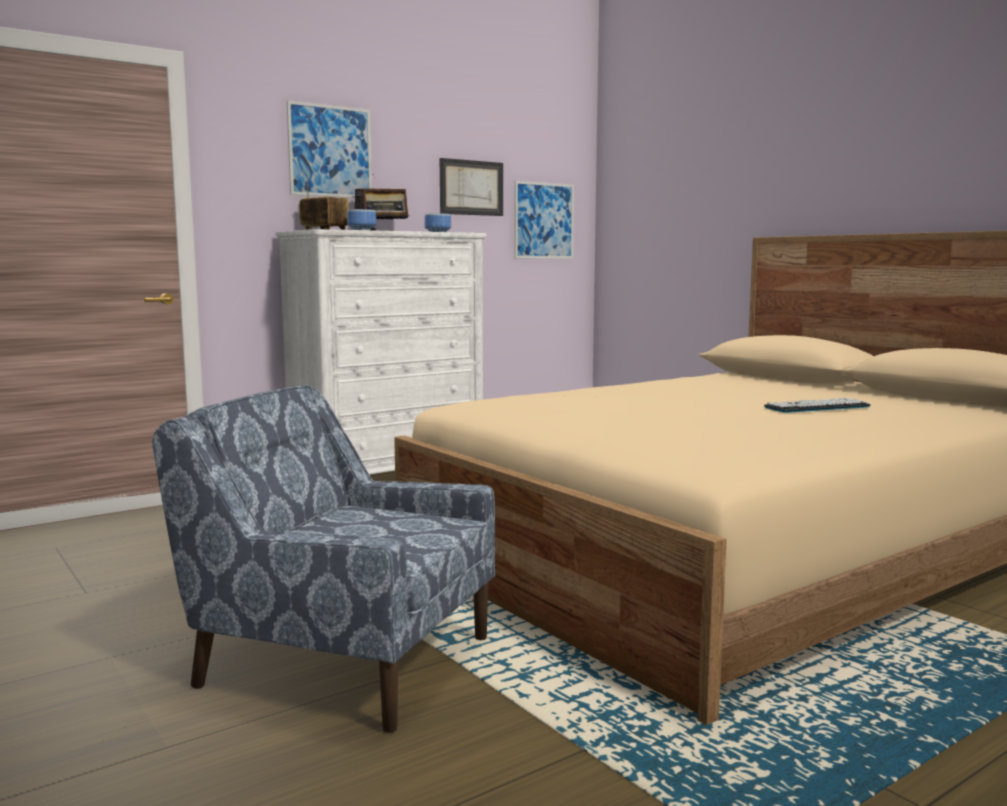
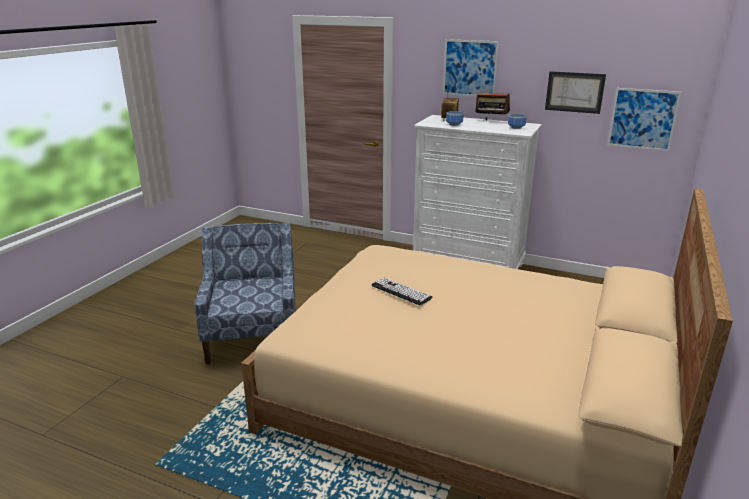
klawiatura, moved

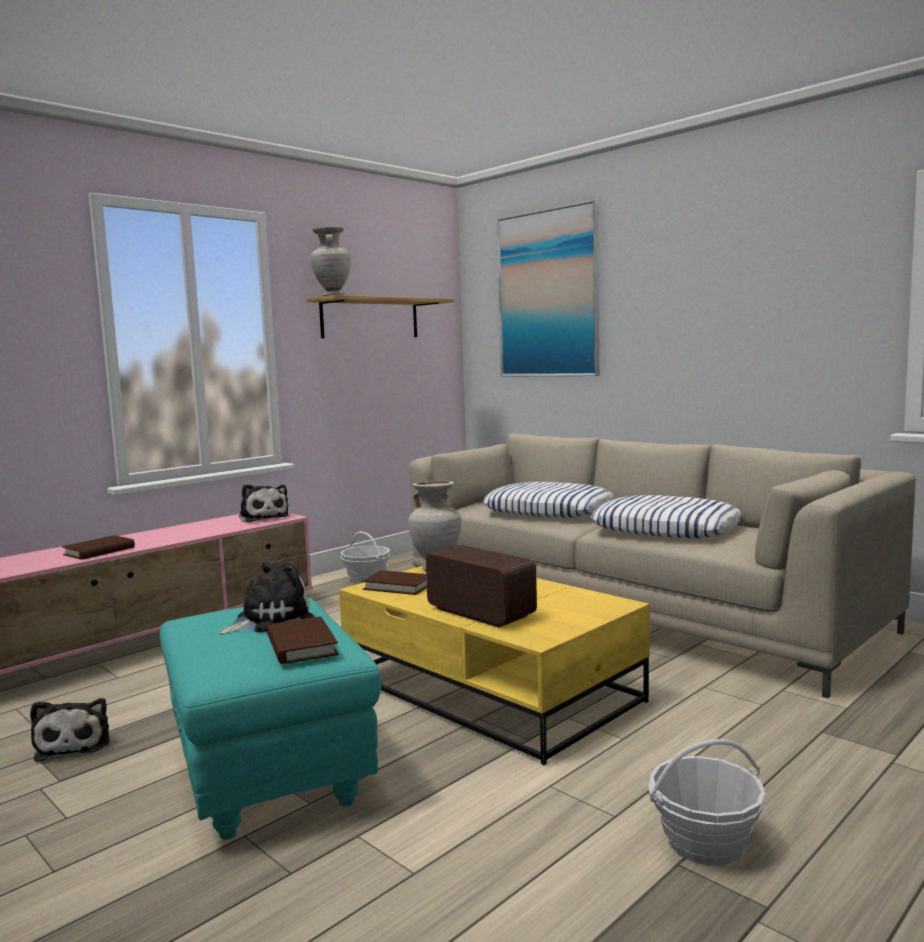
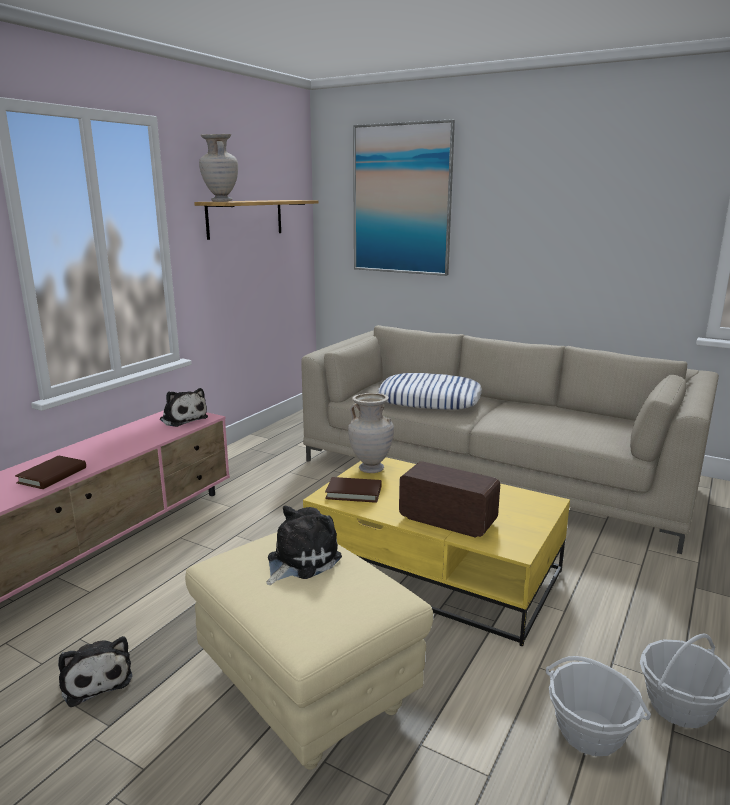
poduszka (2nd from left) → -
koszyk (1st from left), moved
pufa/turkusowy → pufa/beżowy
książka/brązowy (2nd from left) → -

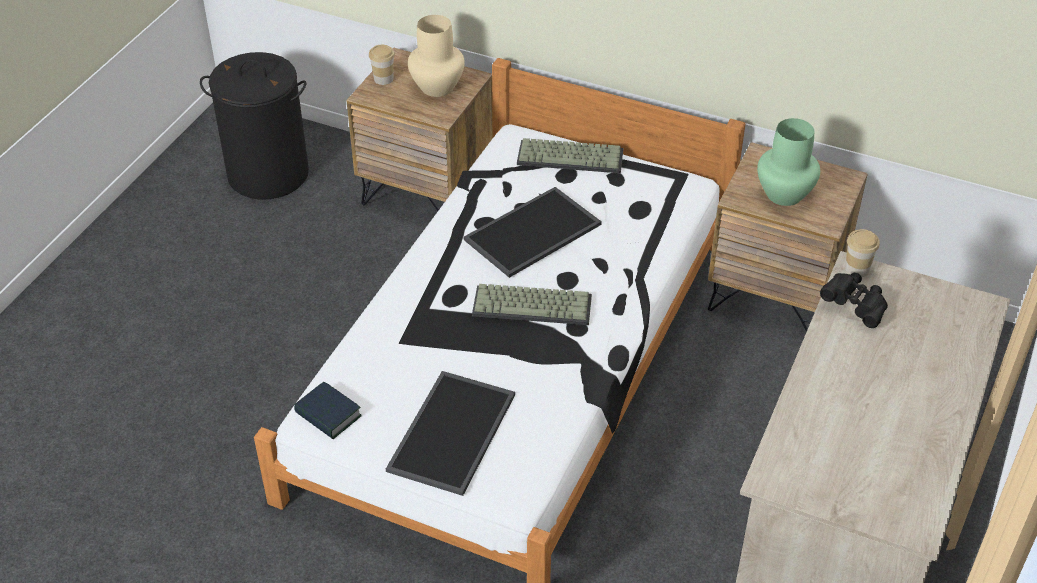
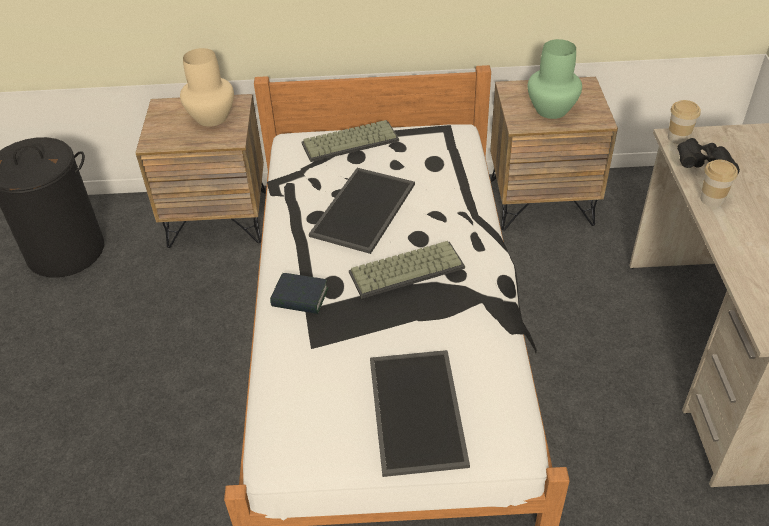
filiżanka (1st from left in the first image) → filiżanka (2nd from left), moved
książka, moved

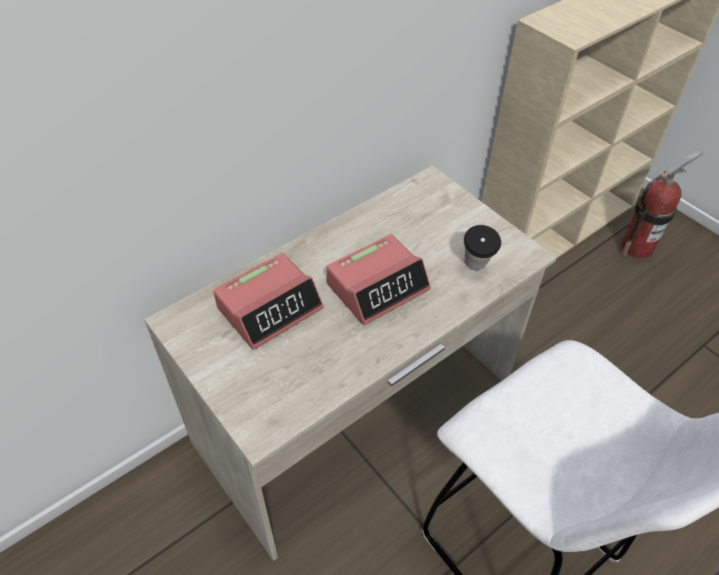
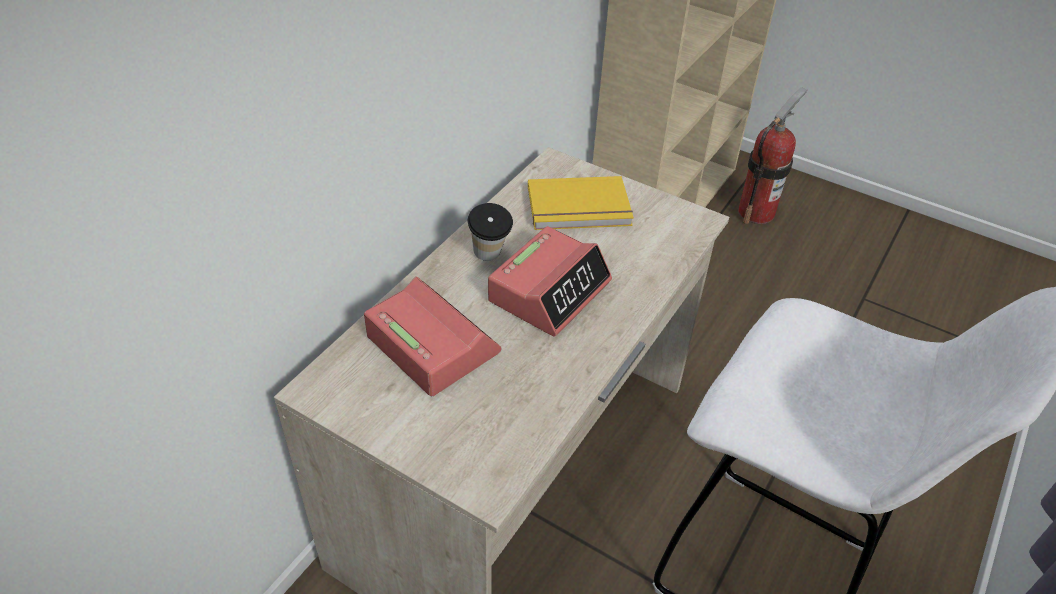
filiżanka, moved
budzik (1st from left), 75 degrees counterclockwise
- → książka/żółty

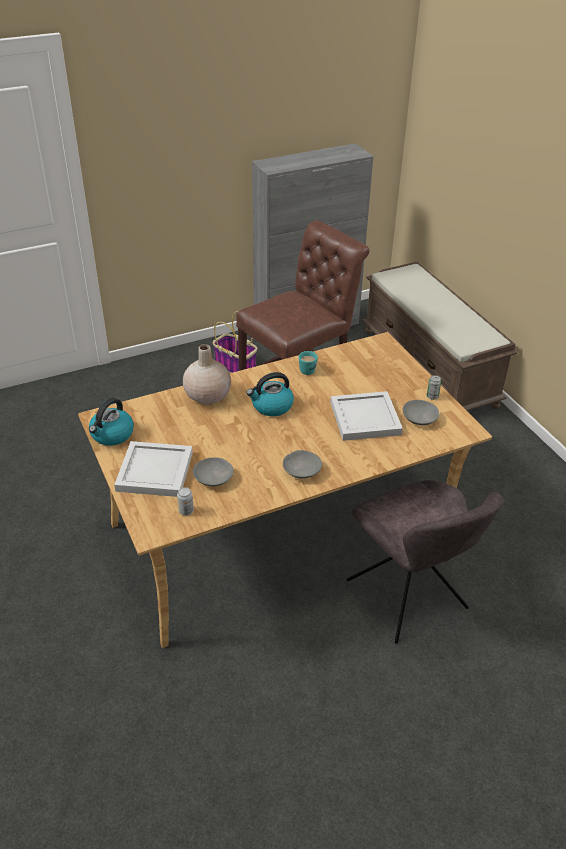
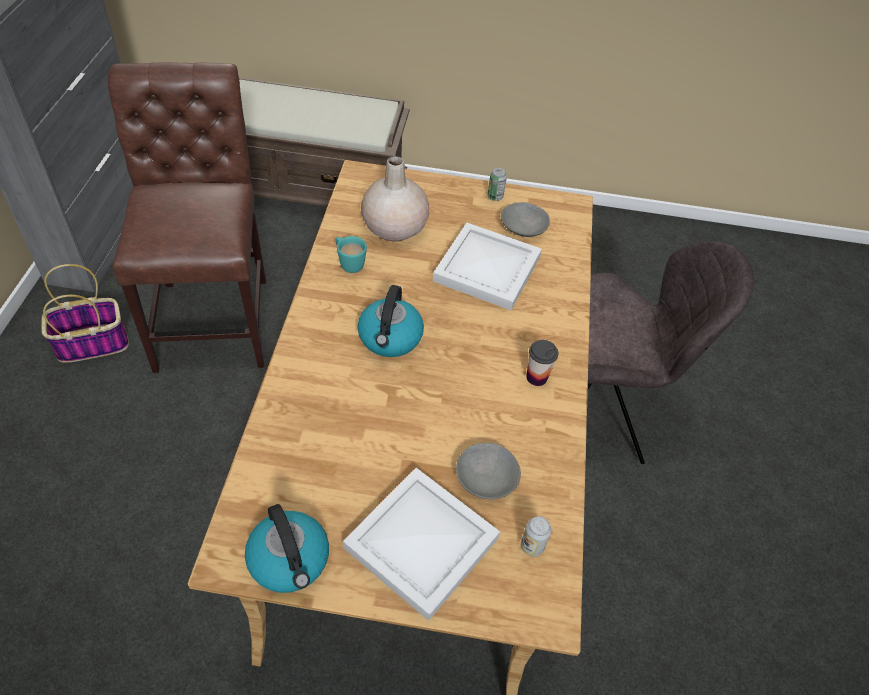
wazon/beżowy, moved
miska/szary (2nd from left) → filiżanka

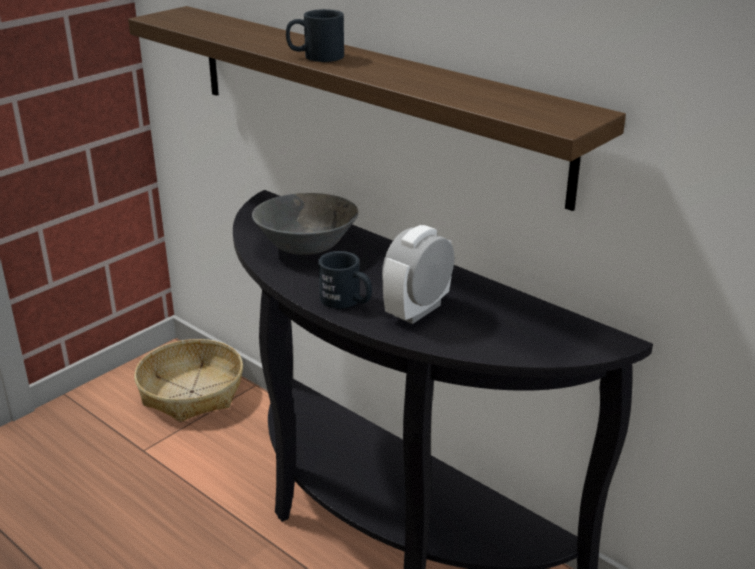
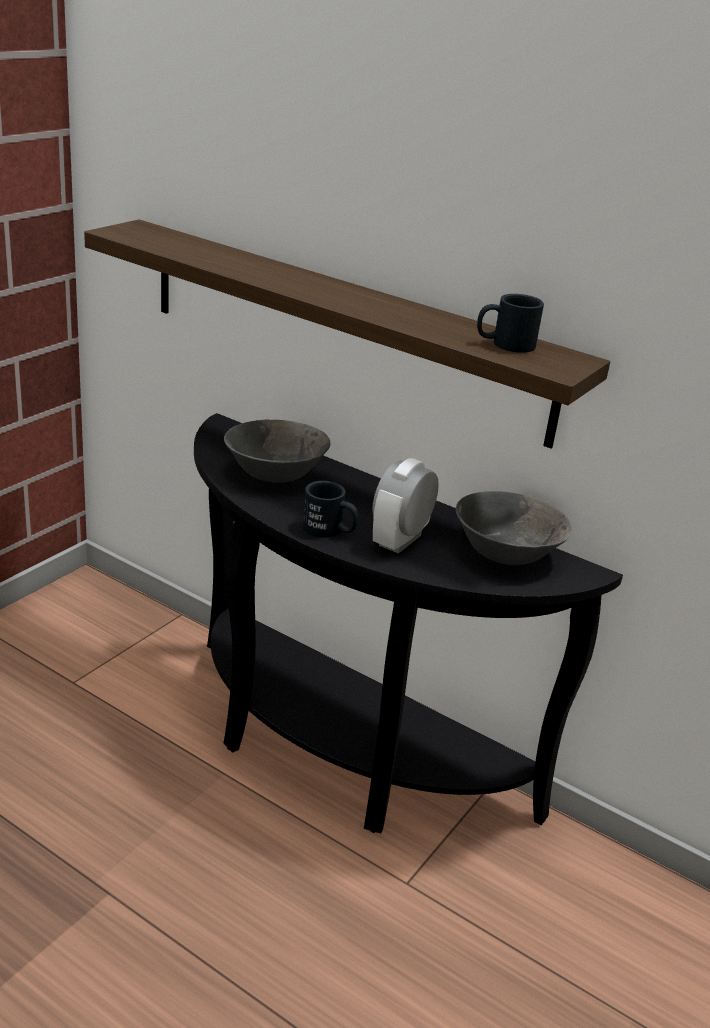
kubek/czarny (1st from left in the first image) → kubek/czarny (2nd from left), moved
koszyk → -
- → miska/szary (2nd from left)

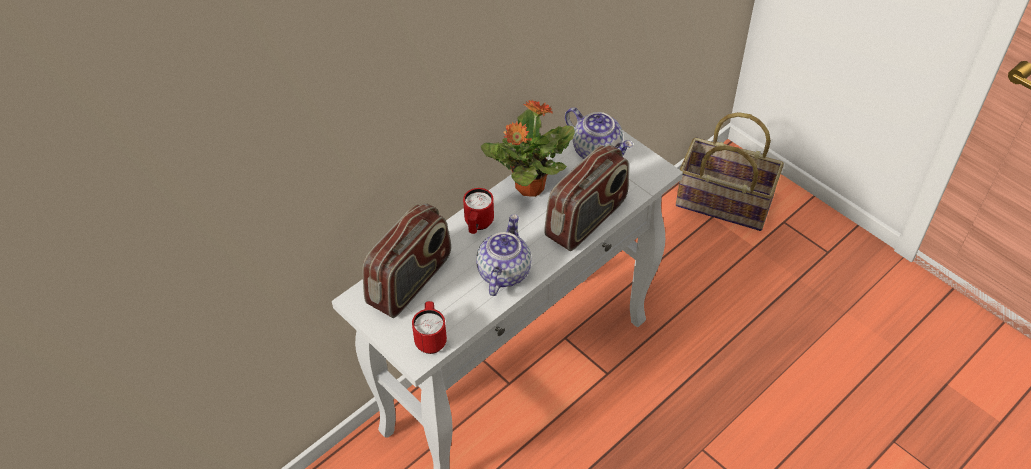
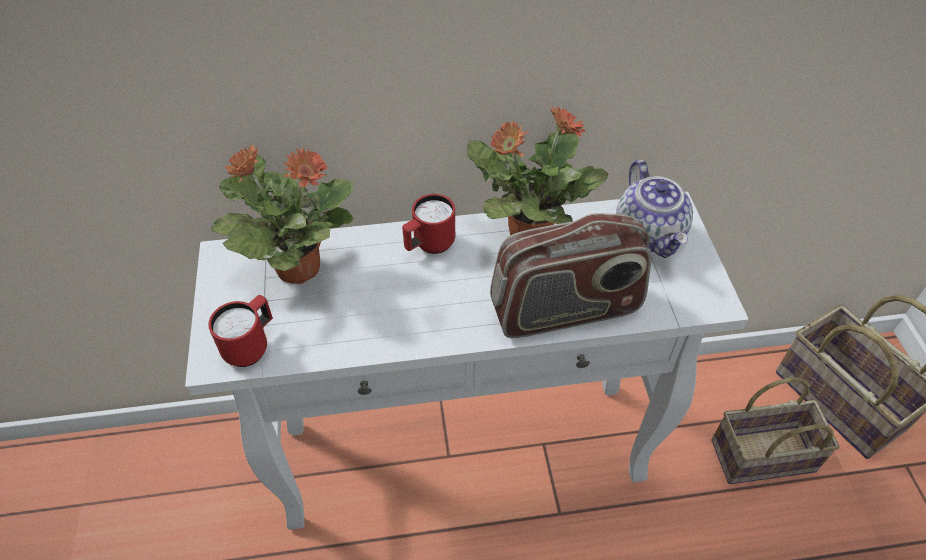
radio (1st from left) → roślina doniczkowa (1st from left)
imbryk (1st from left) → -
- → koszyk (1st from left)

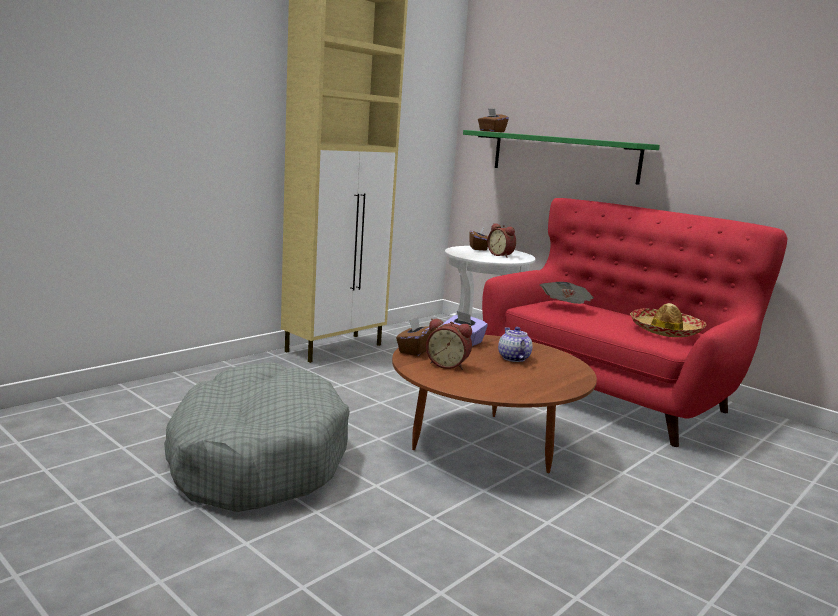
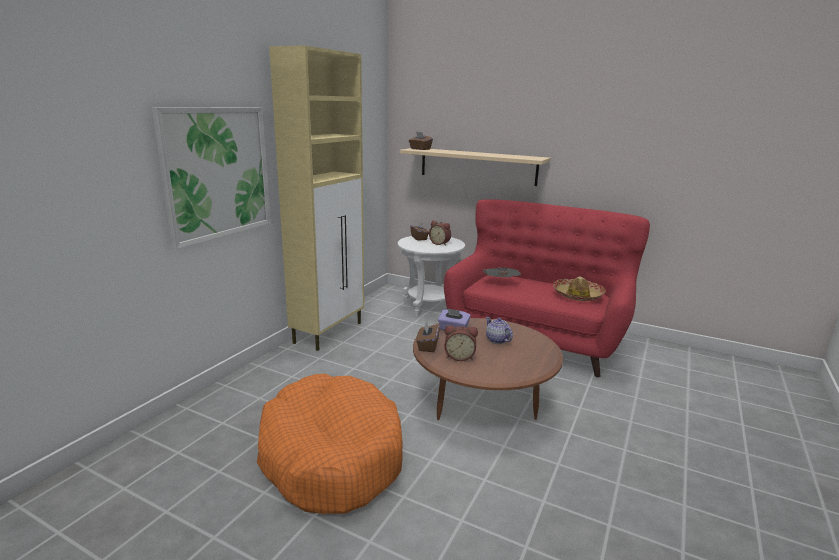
półka/zielony → półka/beżowy
legowisko/szary → legowisko/pomarańczowy
- → obraz

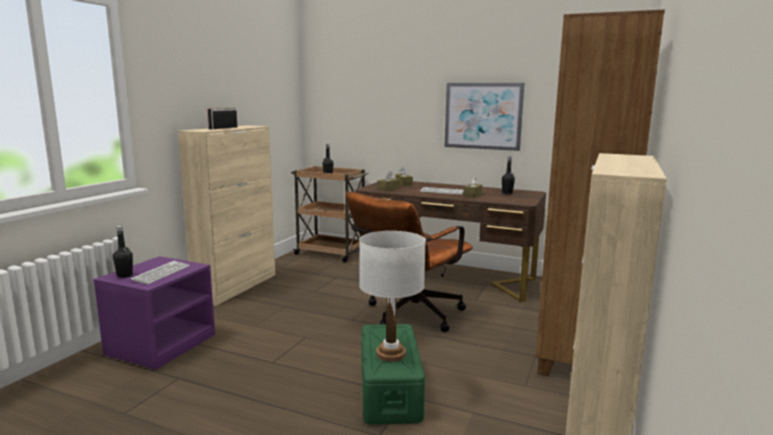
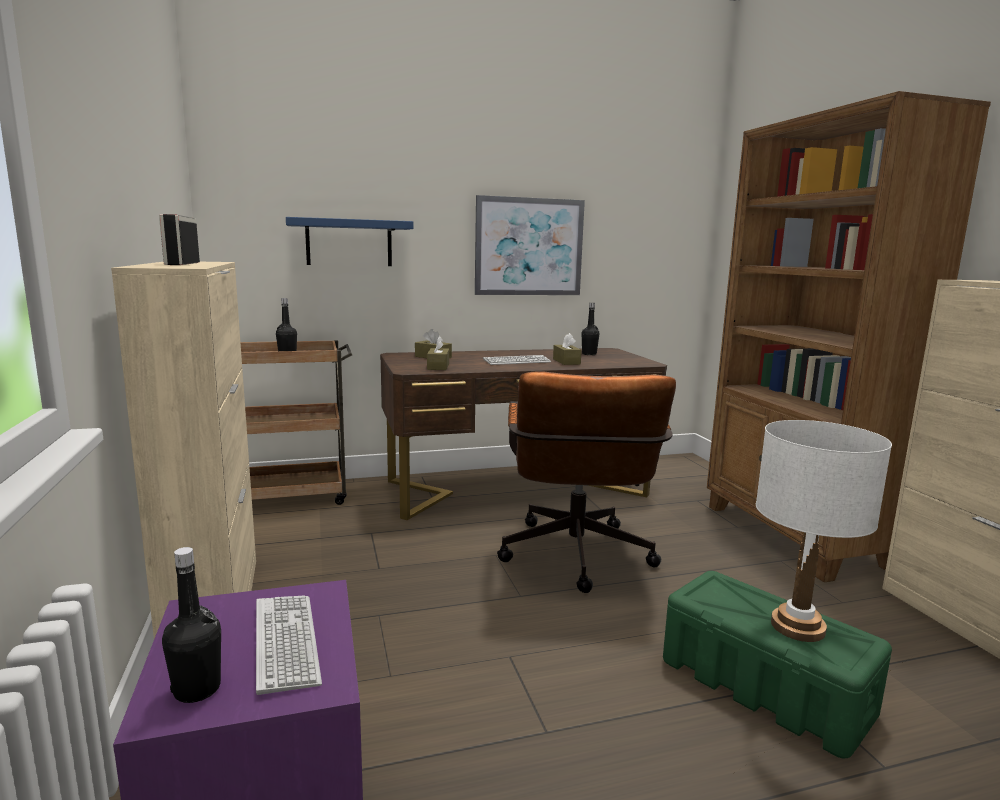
- → półka/niebieski

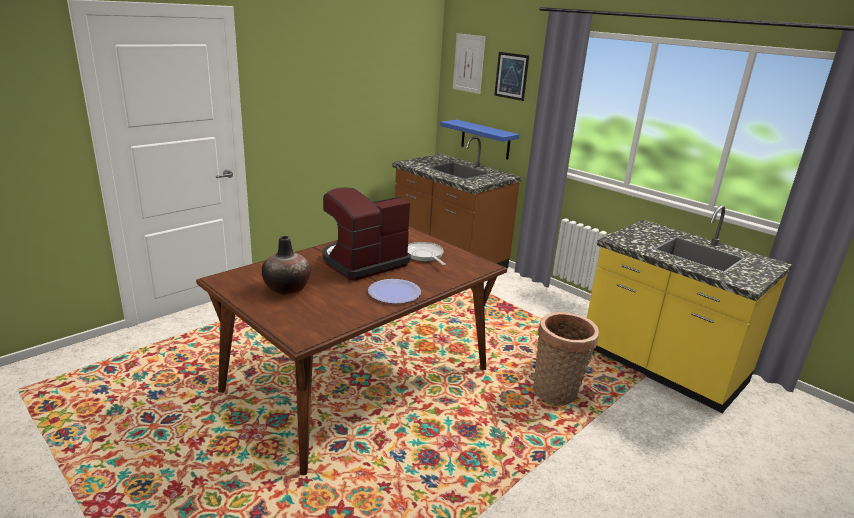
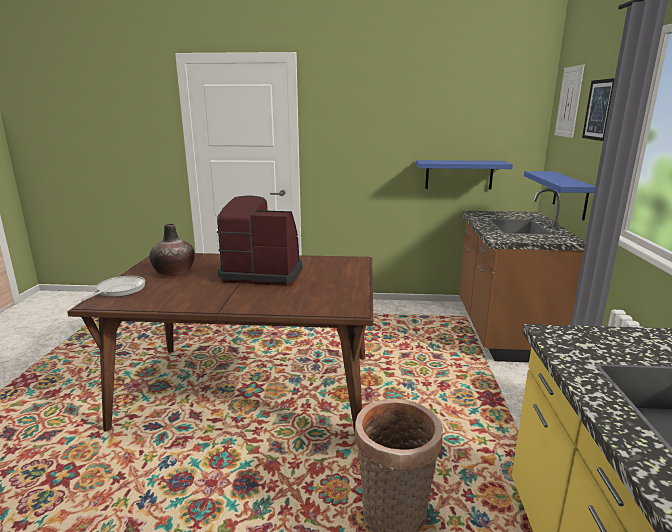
patelnia, moved
talerz → -
- → półka/niebieski (1st from left)

